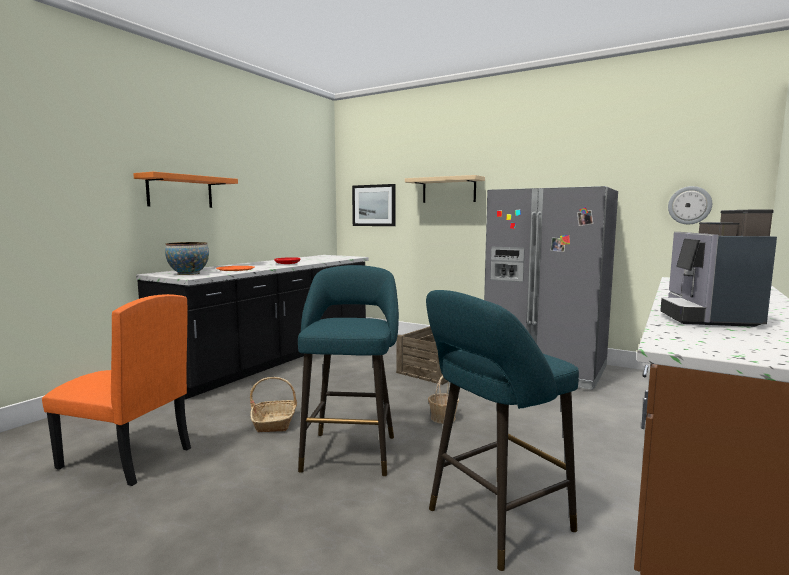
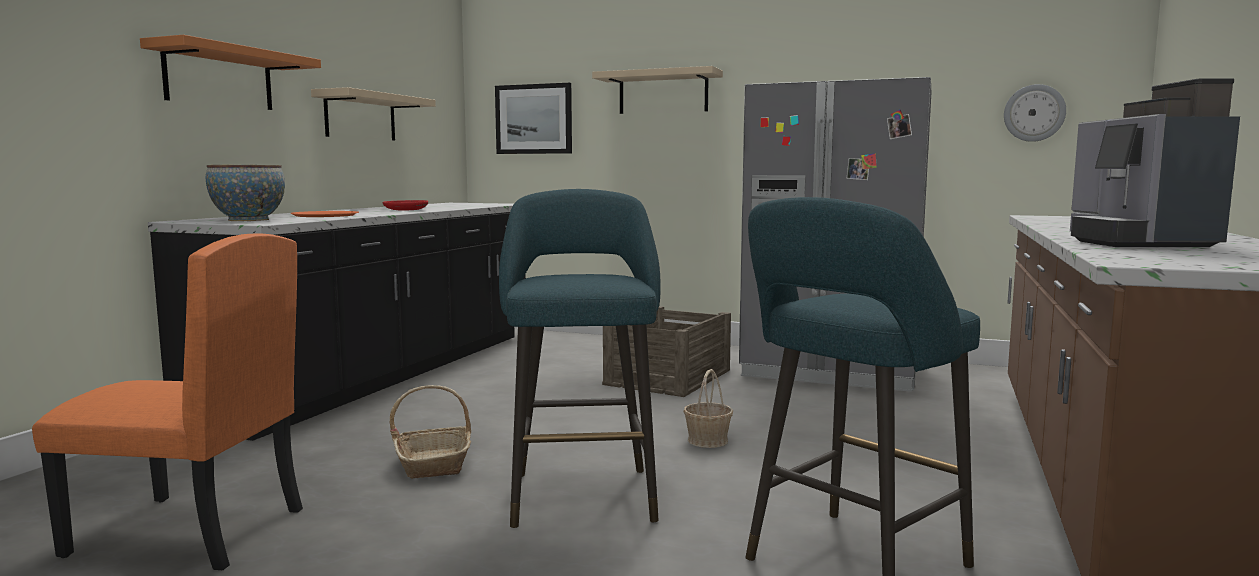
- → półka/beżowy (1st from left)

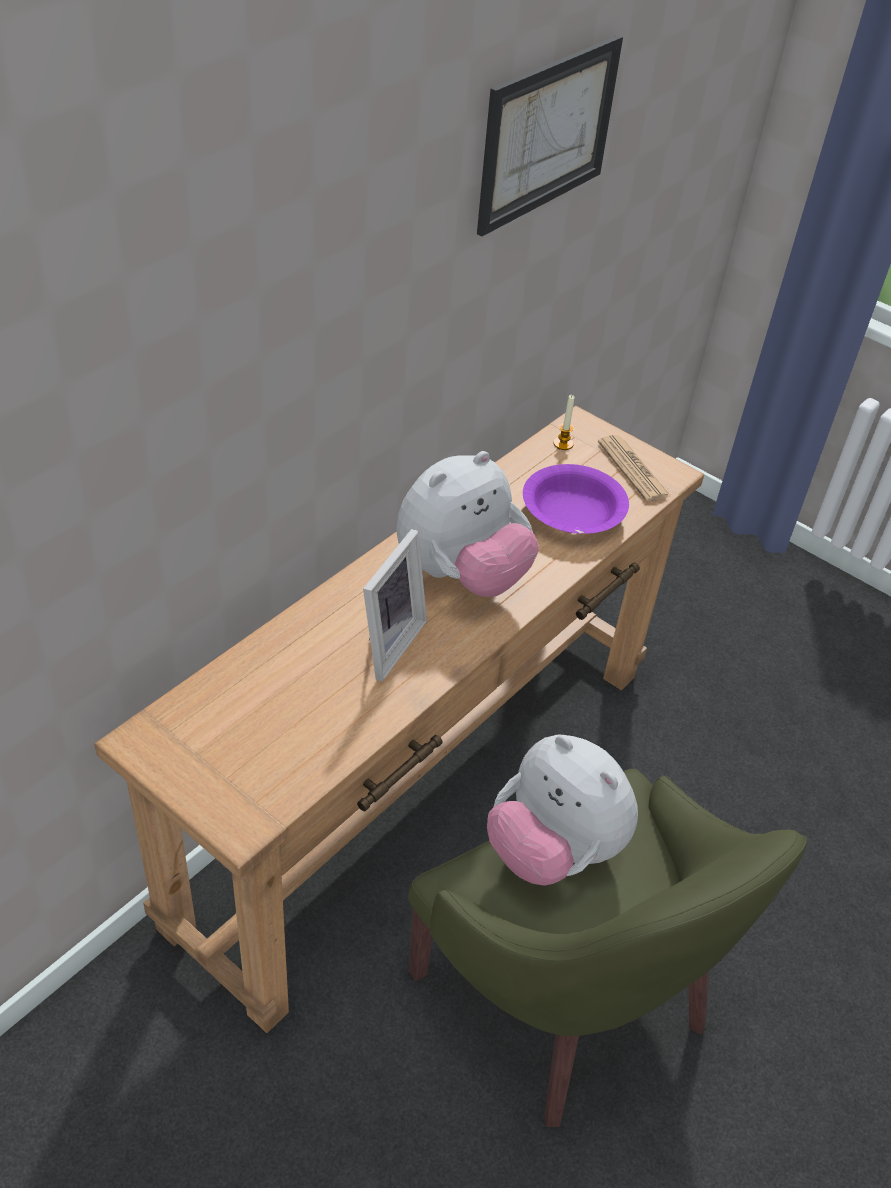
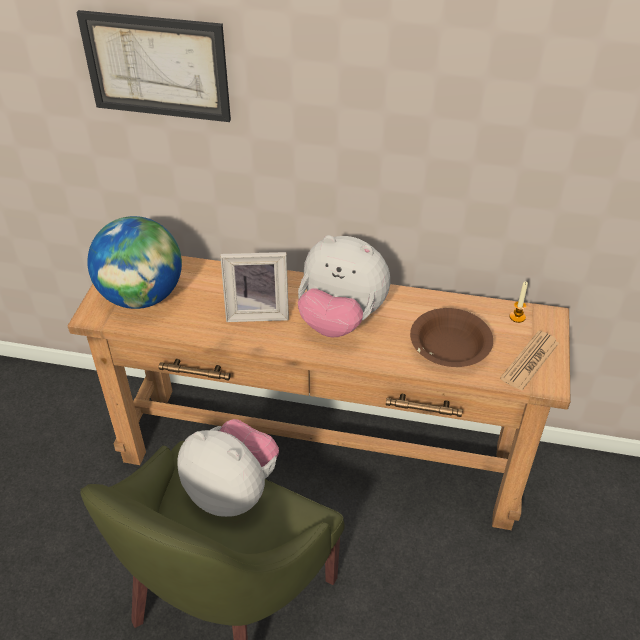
obraz, moved
miska/fioletowy → miska/brązowy
pluszak (2nd from left in the first image) → pluszak (1st from left), 105 degrees clockwise
- → globus

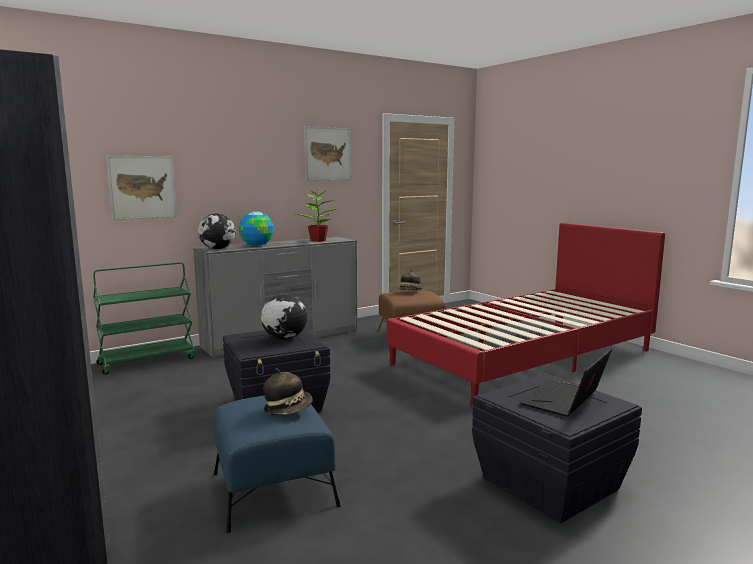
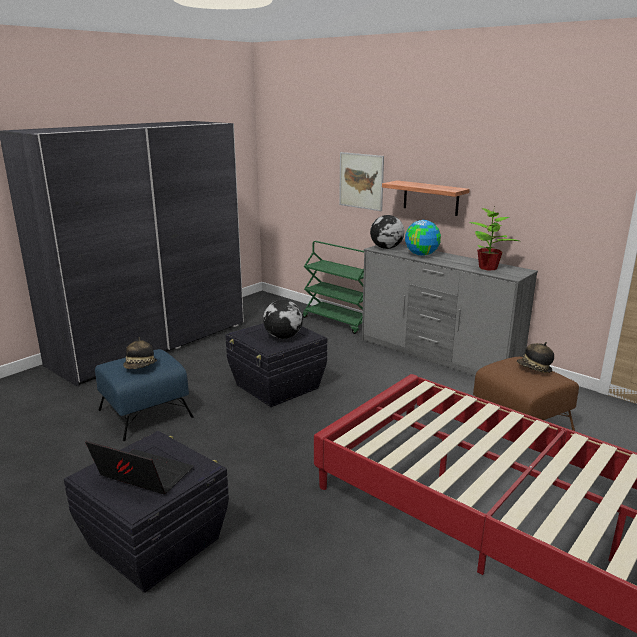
obraz (2nd from left) → -
- → półka

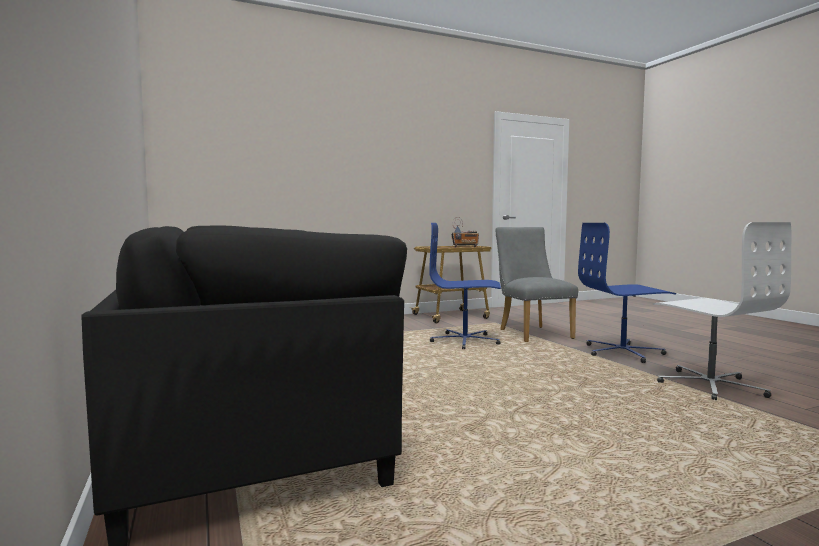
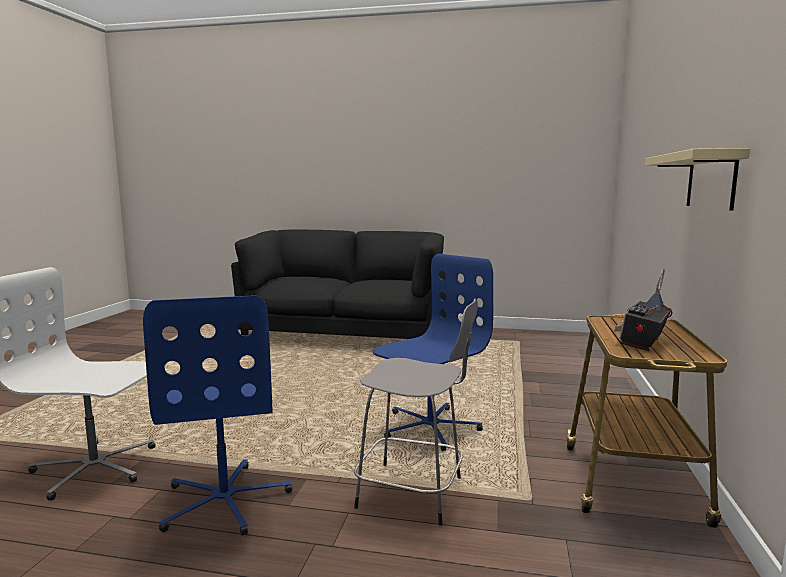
krzesło biurowe/niebieski (2nd from left in the first image) → krzesło biurowe/niebieski (1st from left), 135 degrees clockwise
krzesło/szary → stołek/szary
- → półka/beżowy

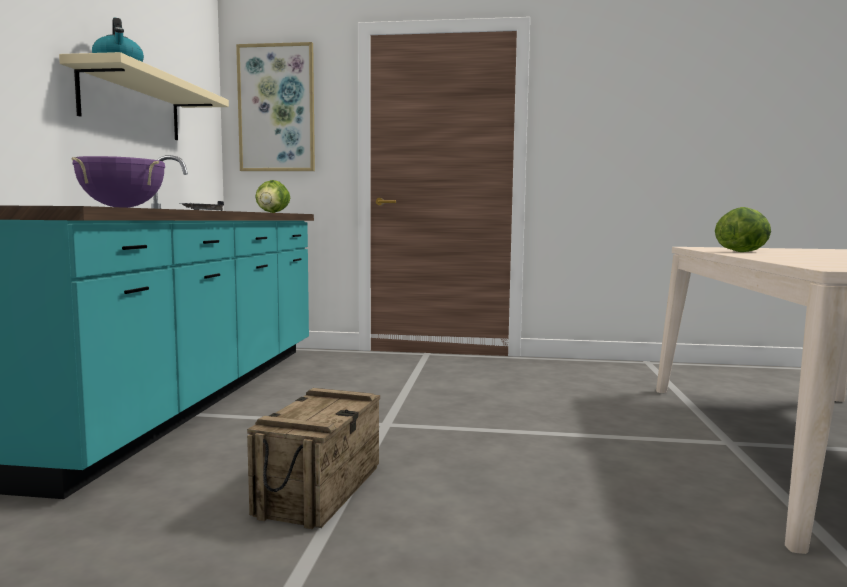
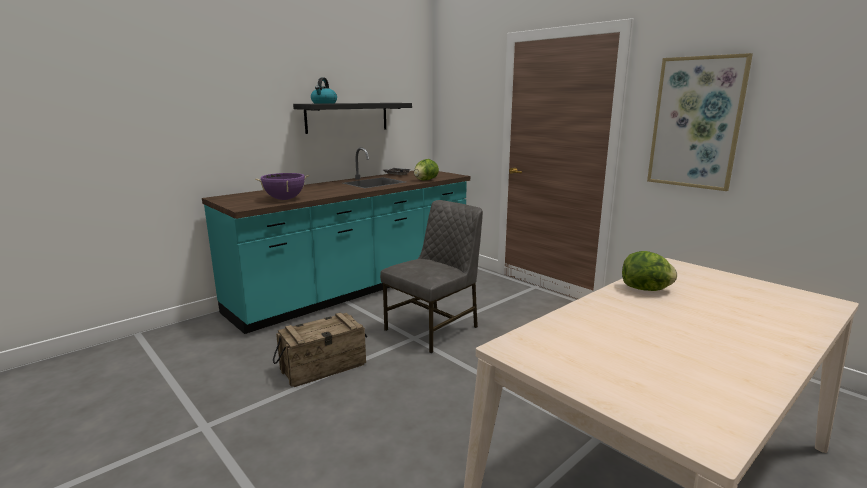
obraz, moved
półka/beżowy → półka/czarny
- → krzesło/szary

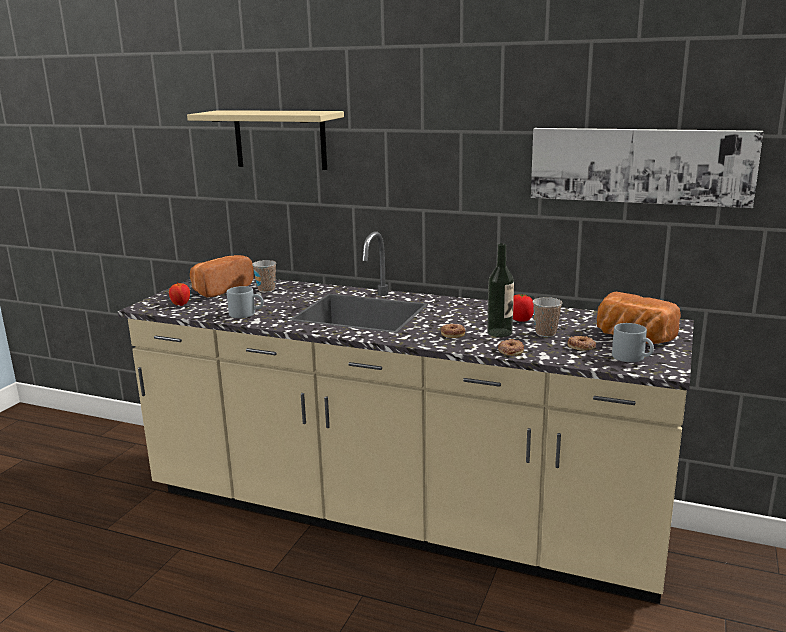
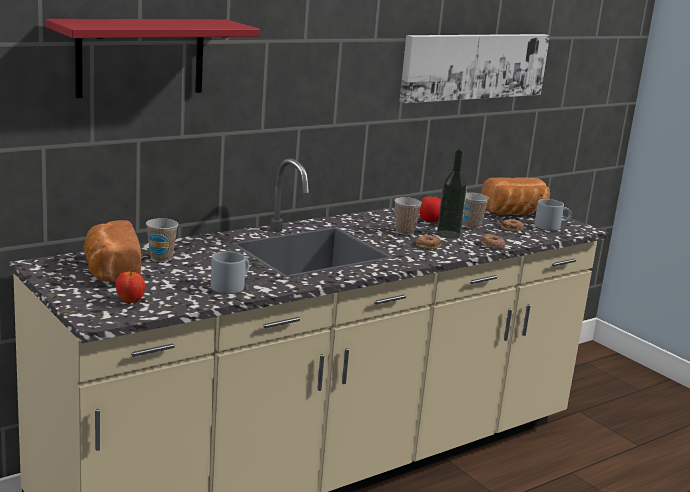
półka/beżowy → półka/czerwony
- → filiżanka (2nd from left)

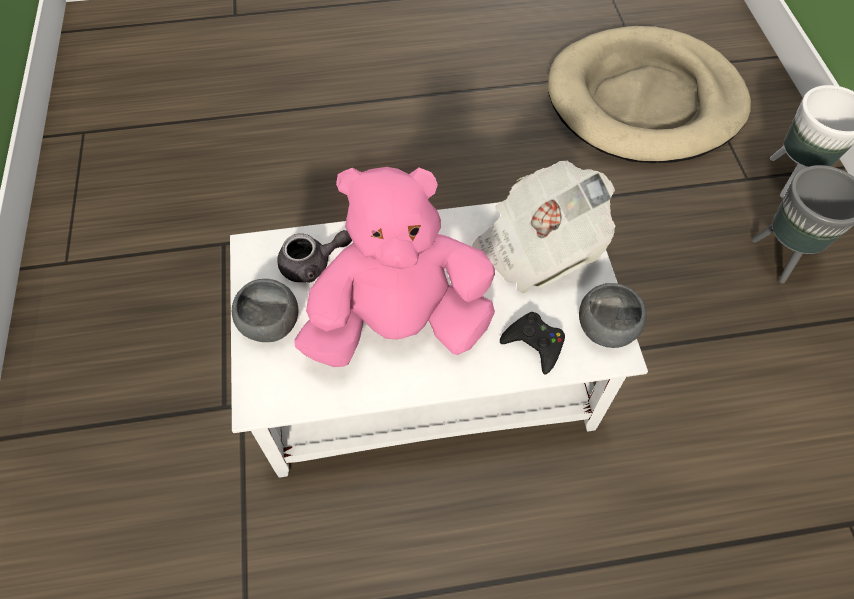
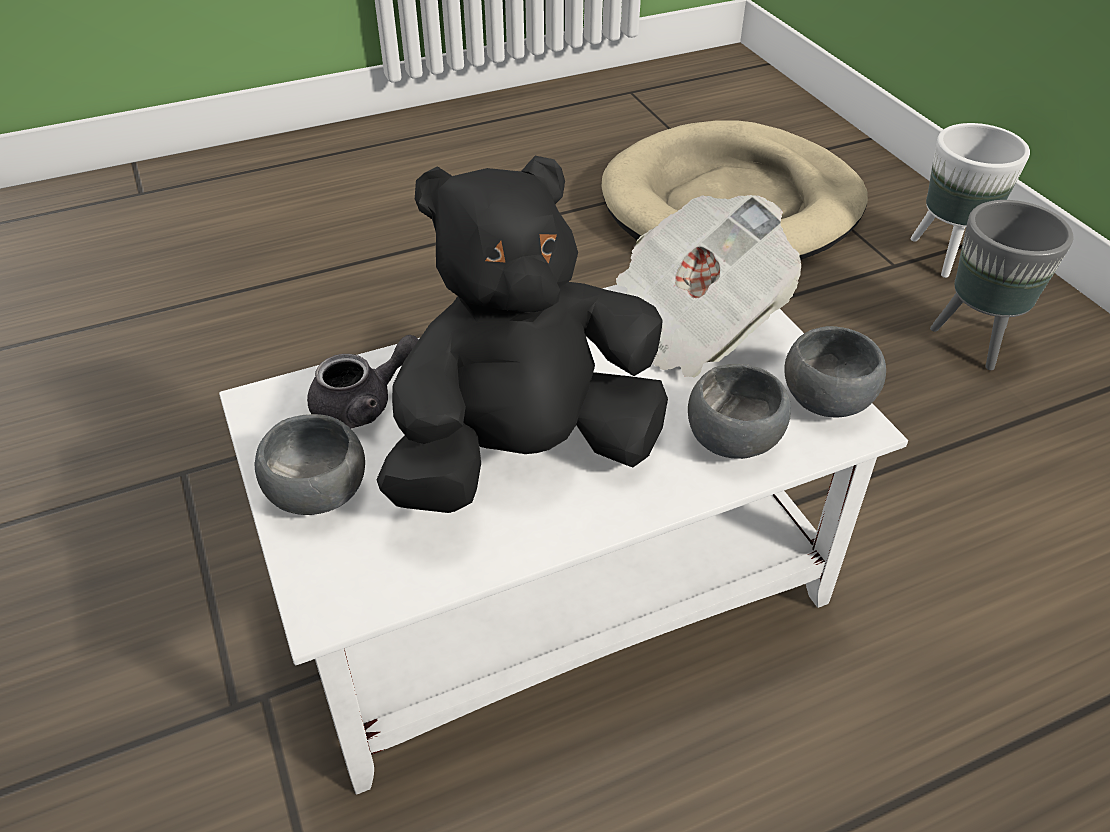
pluszak/różowy → pluszak/czarny
pad do gier/czarny → miska/szary (2nd from left)

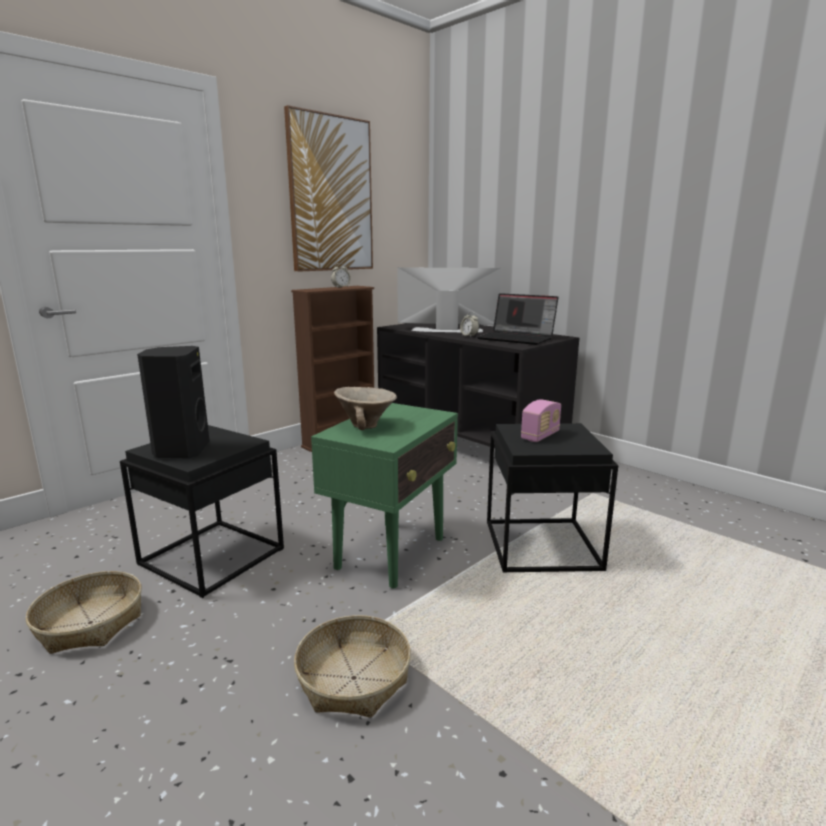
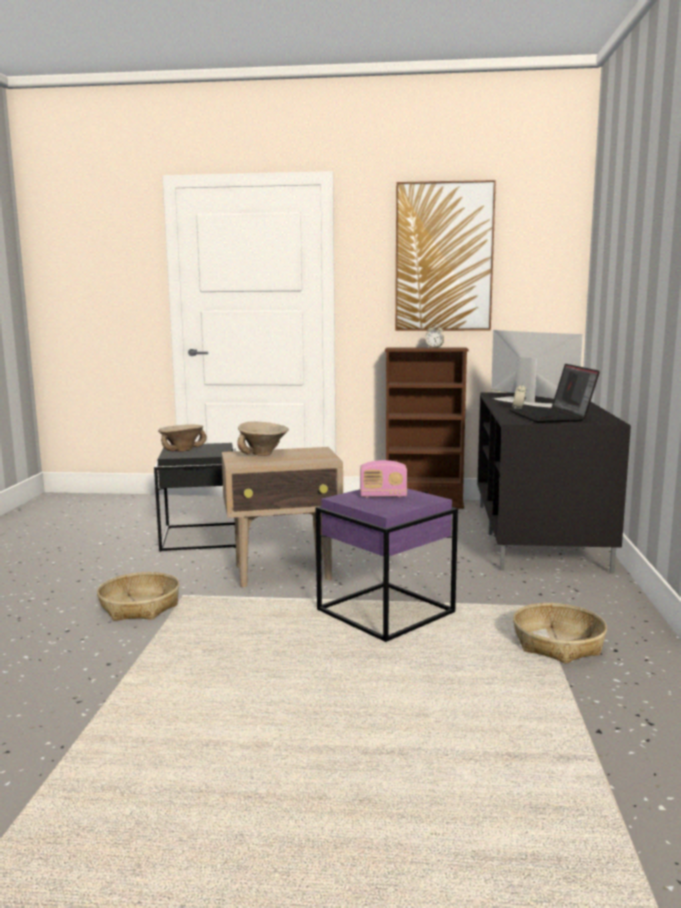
głośnik/czarny → miska/beżowy (1st from left)
stolik/zielony → stolik/beżowy
stolik/czarny (2nd from left) → stolik/fioletowy
koszyk (1st from left in the first image) → koszyk (2nd from left), moved

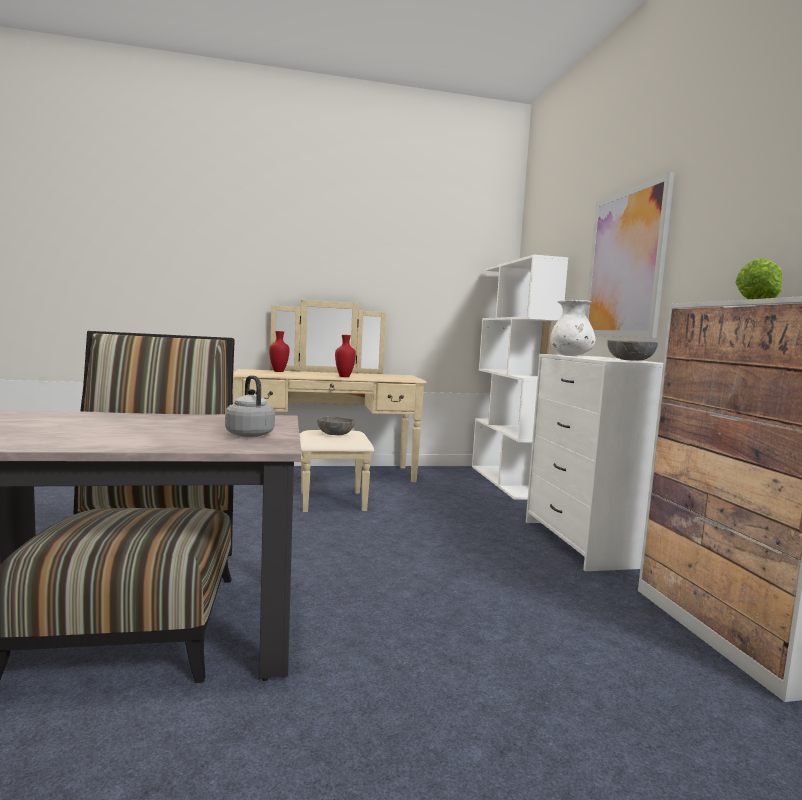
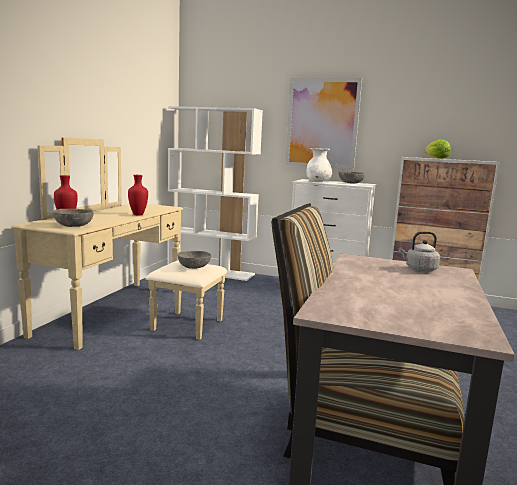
- → miska/szary (1st from left)

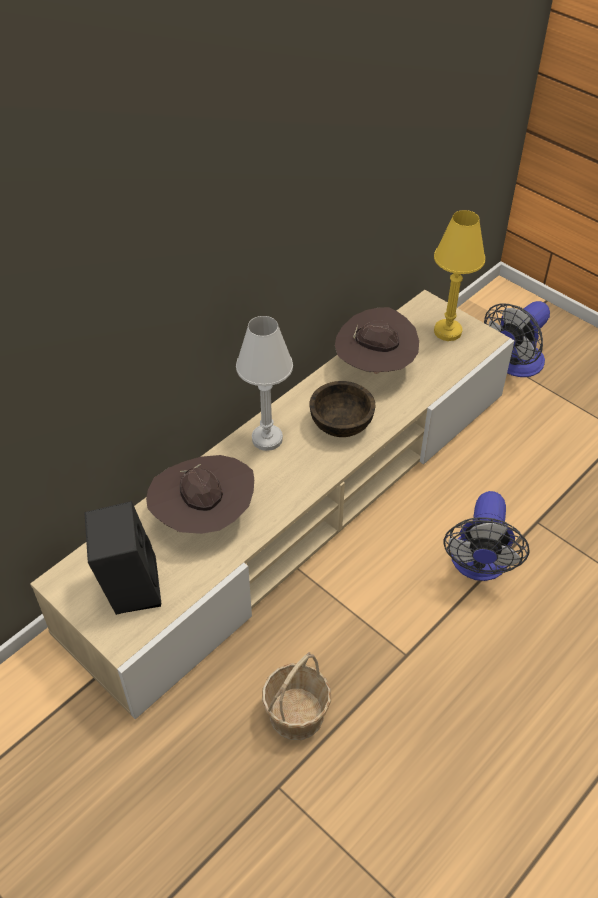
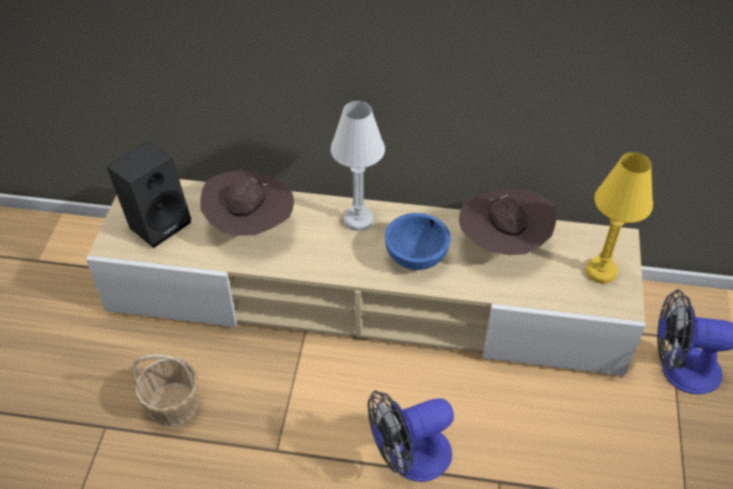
miska/brązowy → miska/niebieski

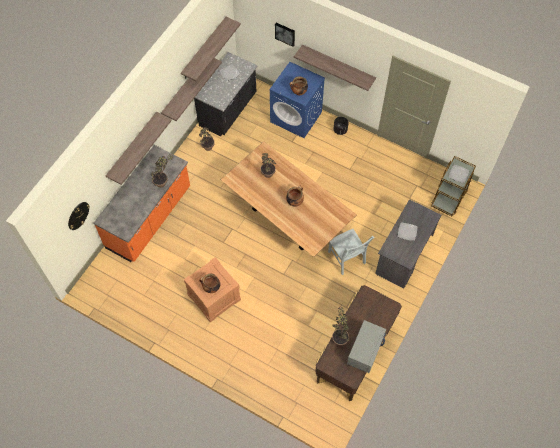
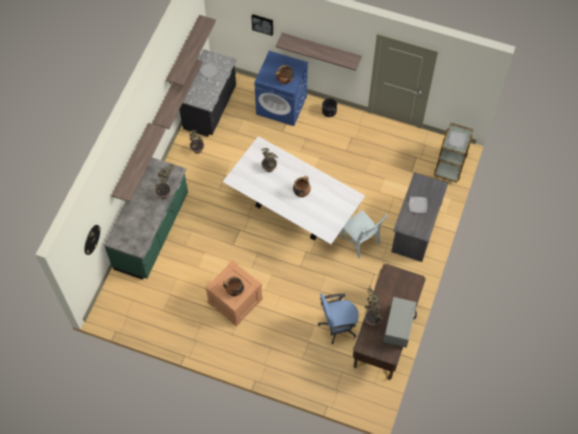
stół jadalny/brązowy → stół jadalny/biały
zabudowa kuchenna/pomarańczowy → zabudowa kuchenna/zielony
- → krzesło biurowe/niebieski

